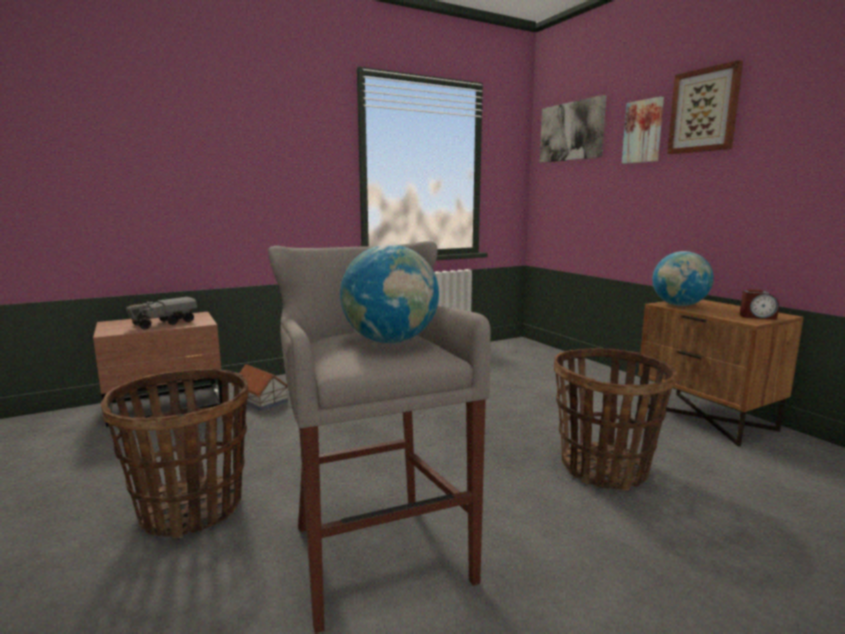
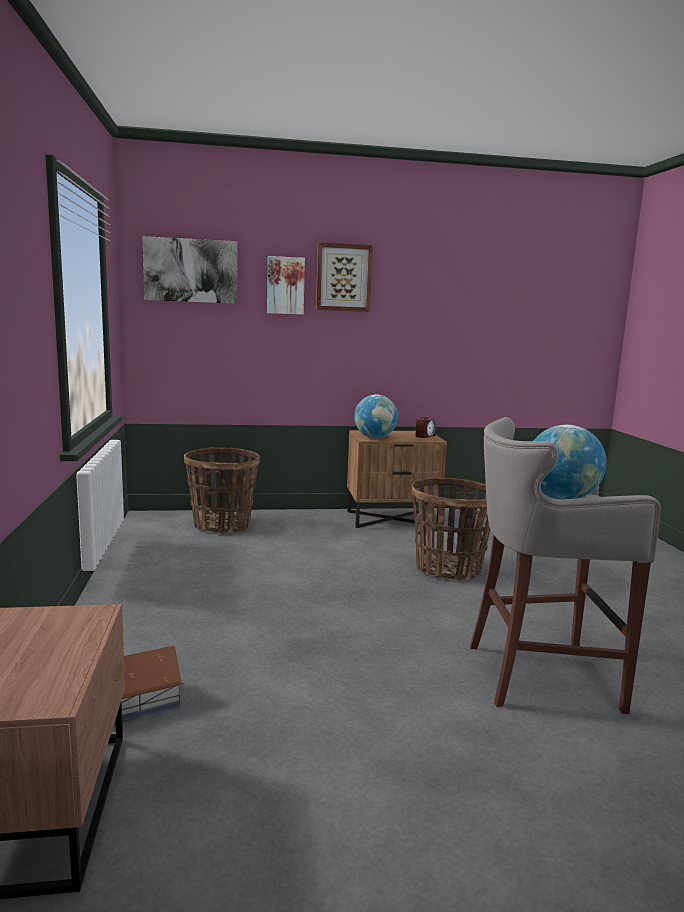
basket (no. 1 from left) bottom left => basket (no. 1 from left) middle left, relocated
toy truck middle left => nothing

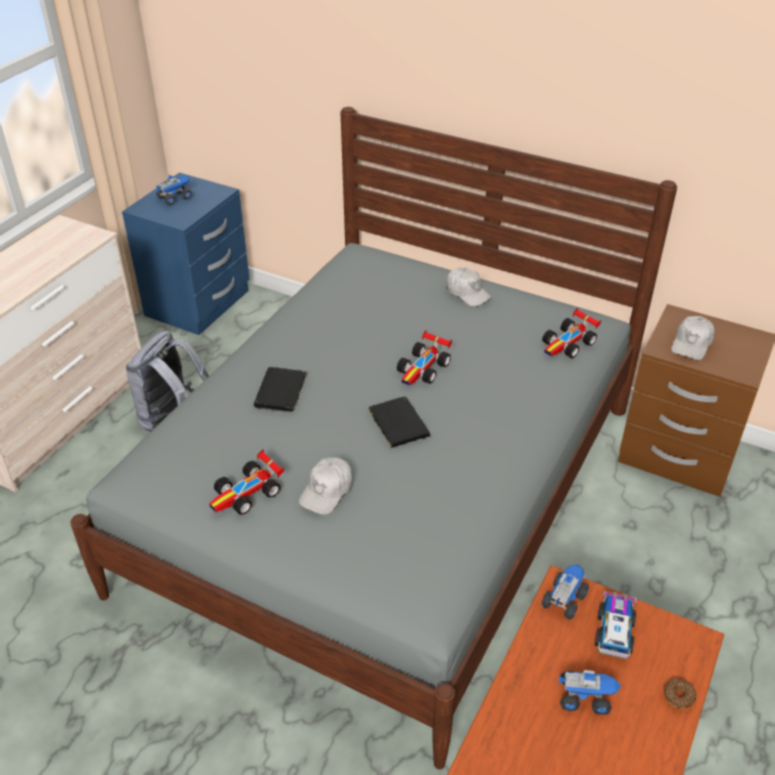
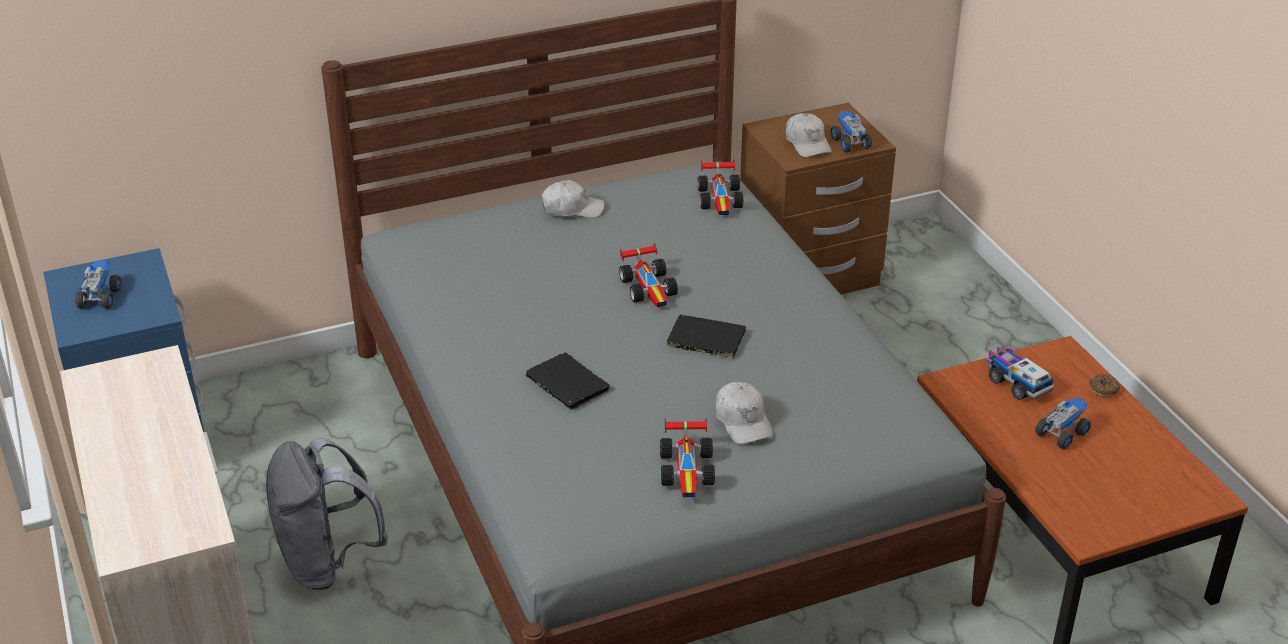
toy truck (no. 2 from left) bottom right => toy truck (no. 2 from left) top centre, relocated

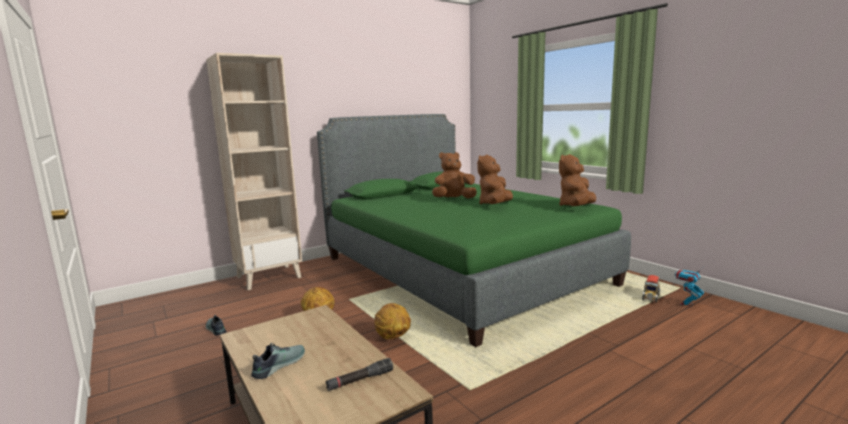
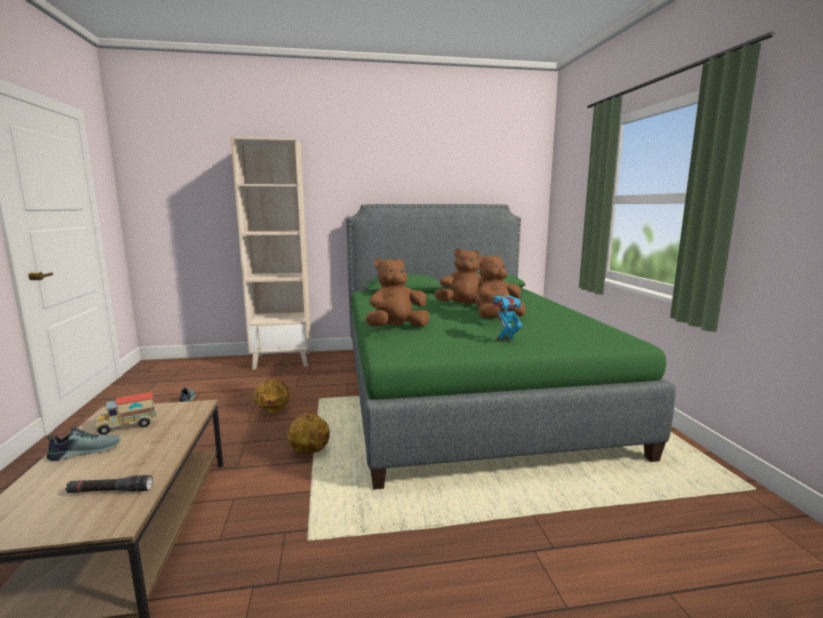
toy truck bottom right => toy truck bottom left, relocated
brown plush toy (no. 3 from left in the first image) middle right => brown plush toy (no. 1 from left) centre, relocated
toy robot bottom right => toy robot centre, relocated

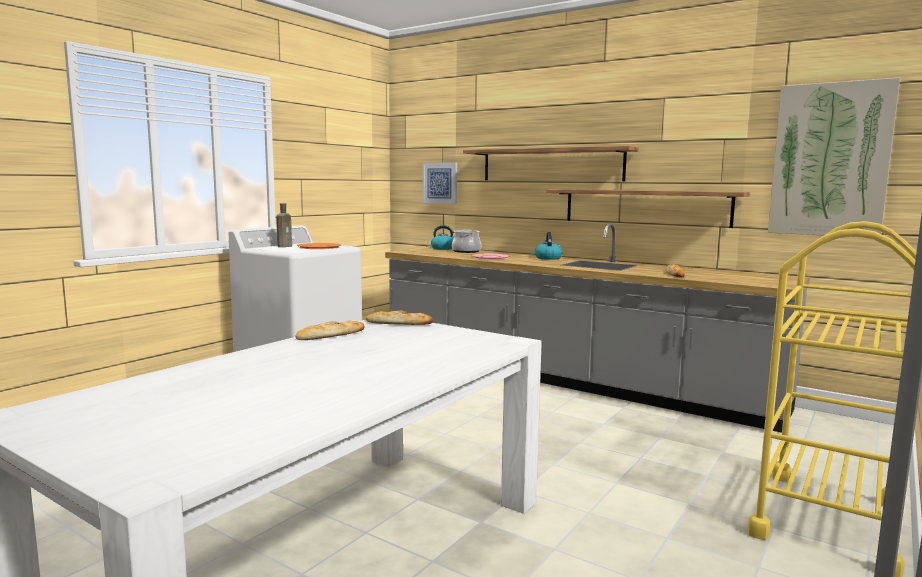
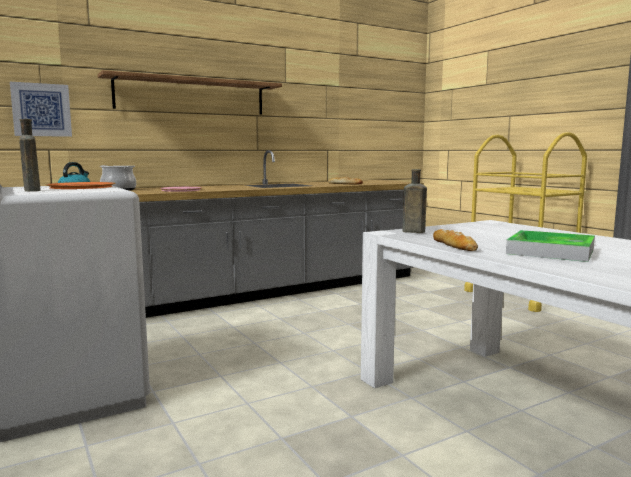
bread (no. 2 from left) centre => brown bottle (no. 2 from left) centre
nothing => tray middle right
kettle (no. 2 from left) centre => nothing
shelf (no. 2 from left) middle right => nothing
picture (no. 2 from left) top right => nothing

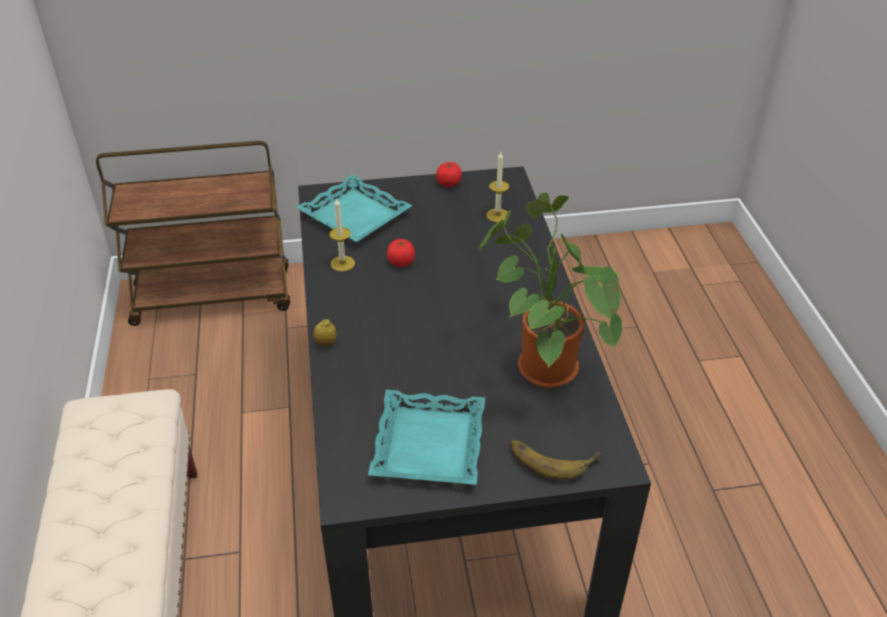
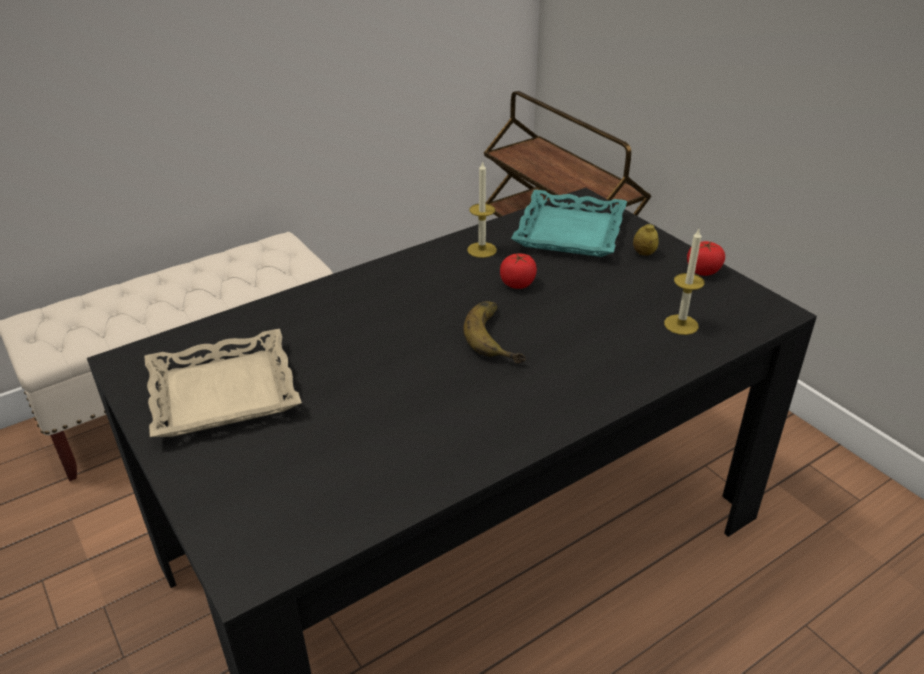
turquoise tray (no. 2 from left) bottom centre => beige tray middle left
banana bottom centre => banana centre, relocated
lemon centre => lemon middle right, relocated
potted plant centre => nothing

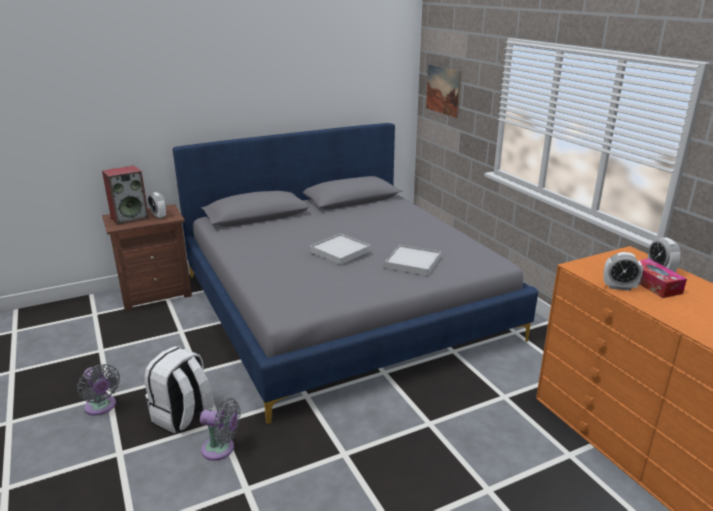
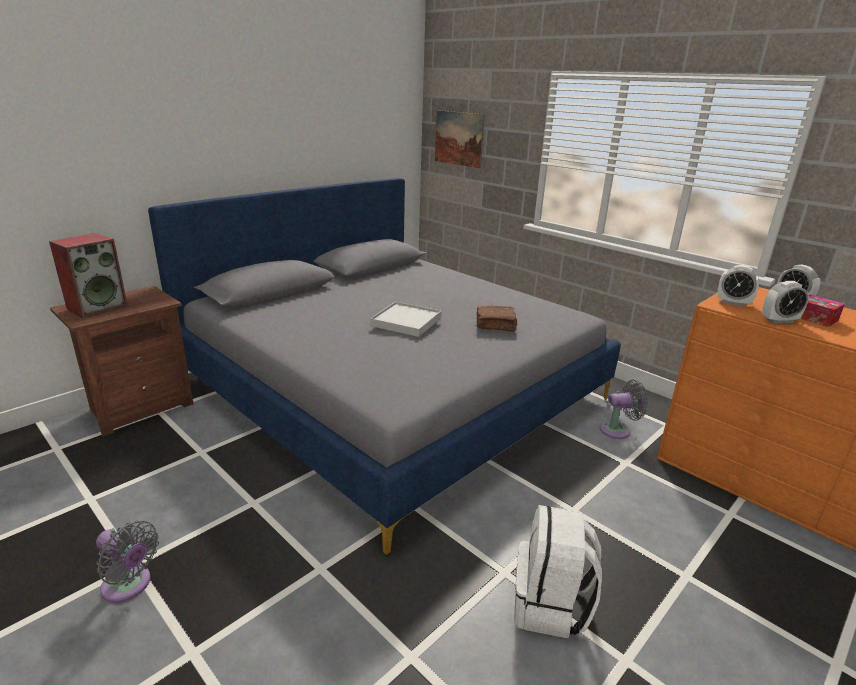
white tray (no. 2 from left) centre => brown book centre
white backpack bottom left => white backpack bottom centre, relocated
grey fan (no. 2 from left) bottom left => grey fan (no. 2 from left) middle right, relocated
alarm clock (no. 1 from left) middle left => alarm clock (no. 1 from left) middle right, relocated

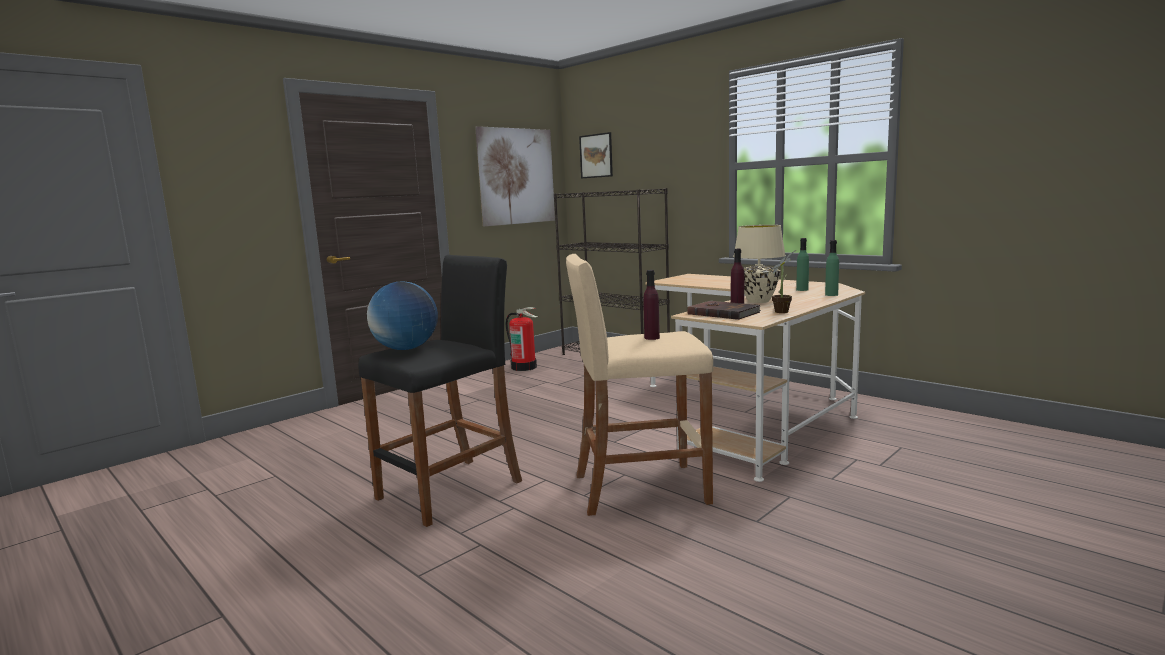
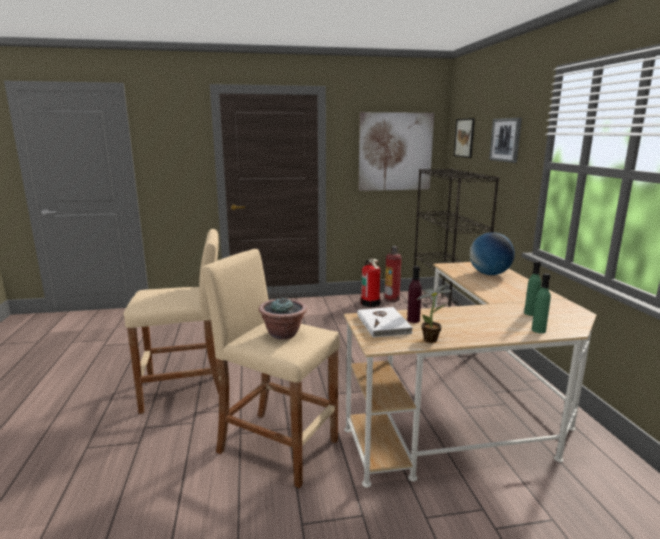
black stool centre => beige stool (no. 1 from left) middle left
purple bottle (no. 1 from left) centre => potted plant (no. 1 from left) centre
brown book centre => white book centre
nothing => fire extinguisher (no. 2 from left) centre
globe centre => globe middle right, relocated
nothing => picture (no. 3 from left) top right
beige table lamp centre => nothing

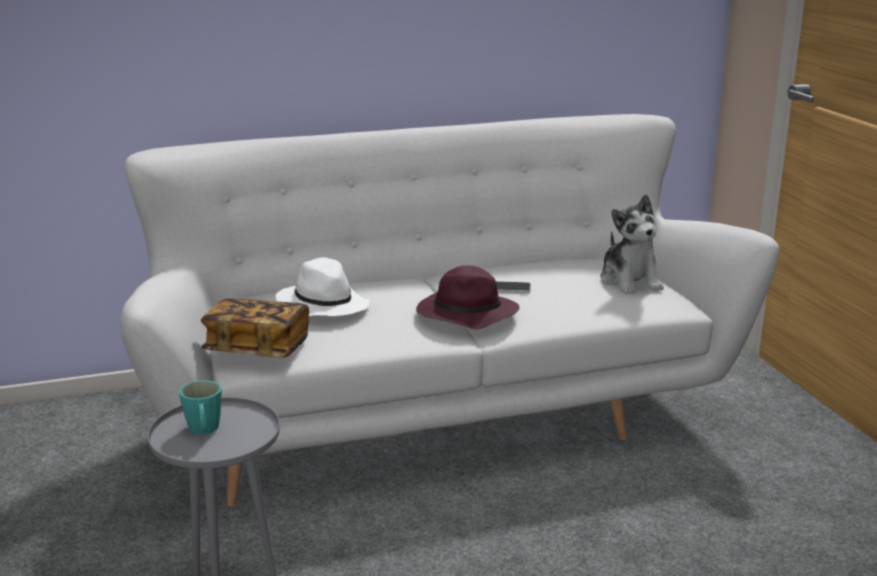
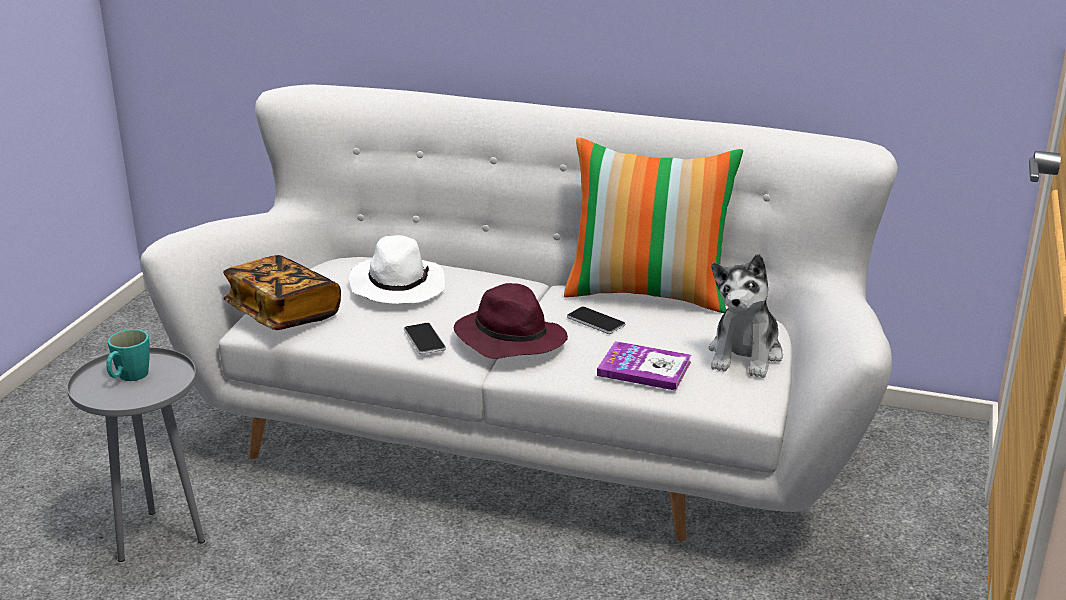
nothing => phone (no. 1 from left) centre
nothing => pillow centre
nothing => book (no. 2 from left) centre

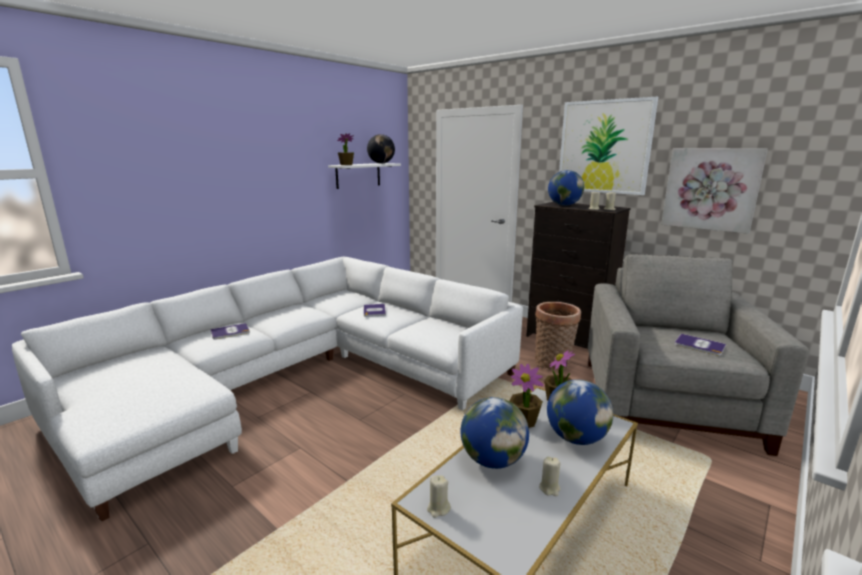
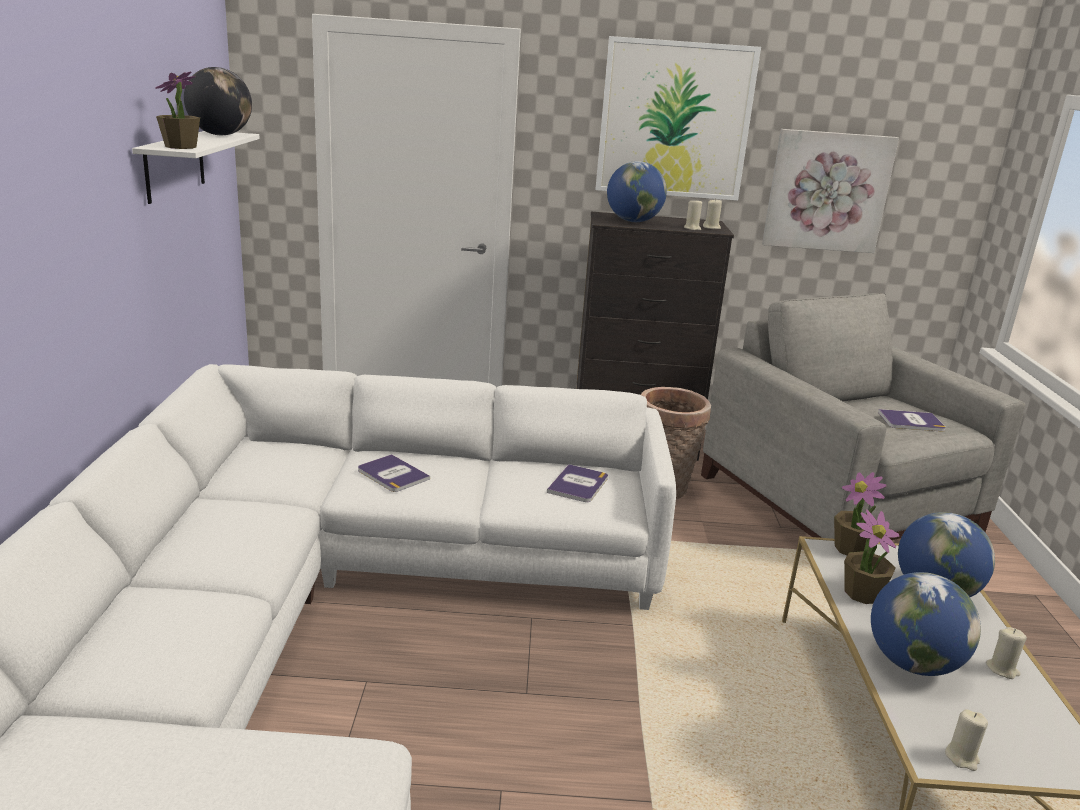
book (no. 1 from left in the first image) middle left => book (no. 2 from left) centre, relocated

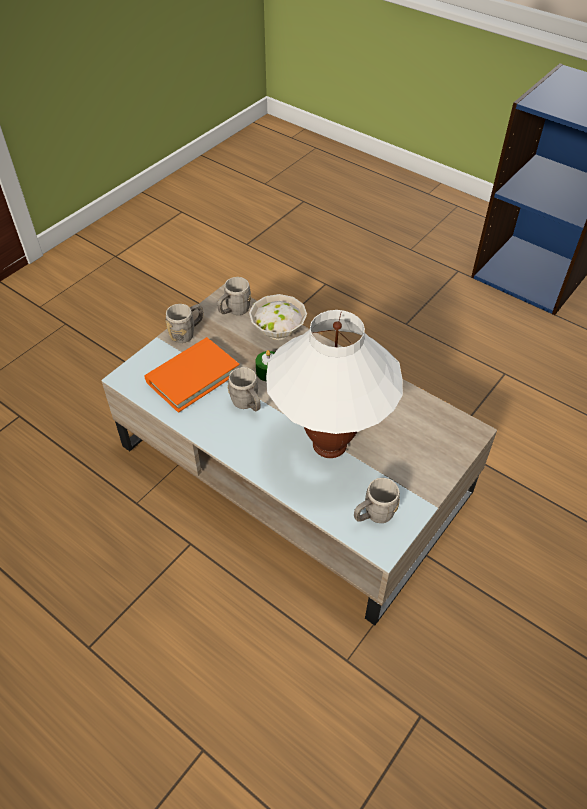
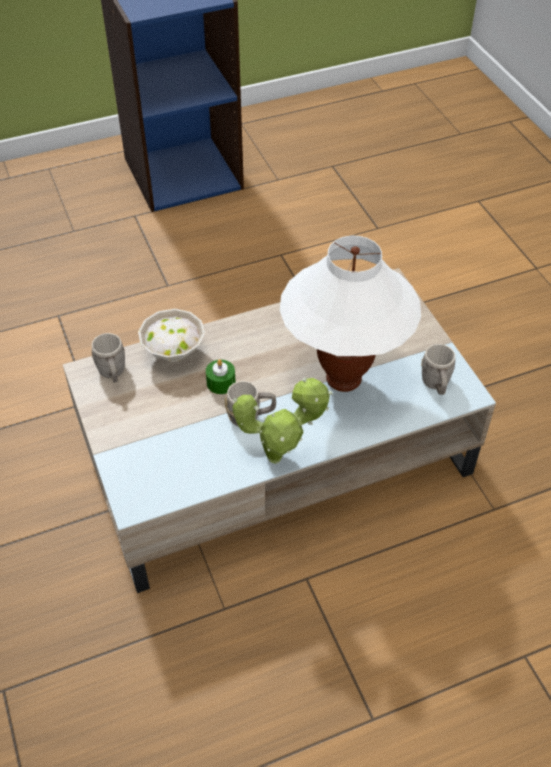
nothing => potted plant centre
orange book middle left => nothing
grey mug (no. 1 from left) middle left => nothing

